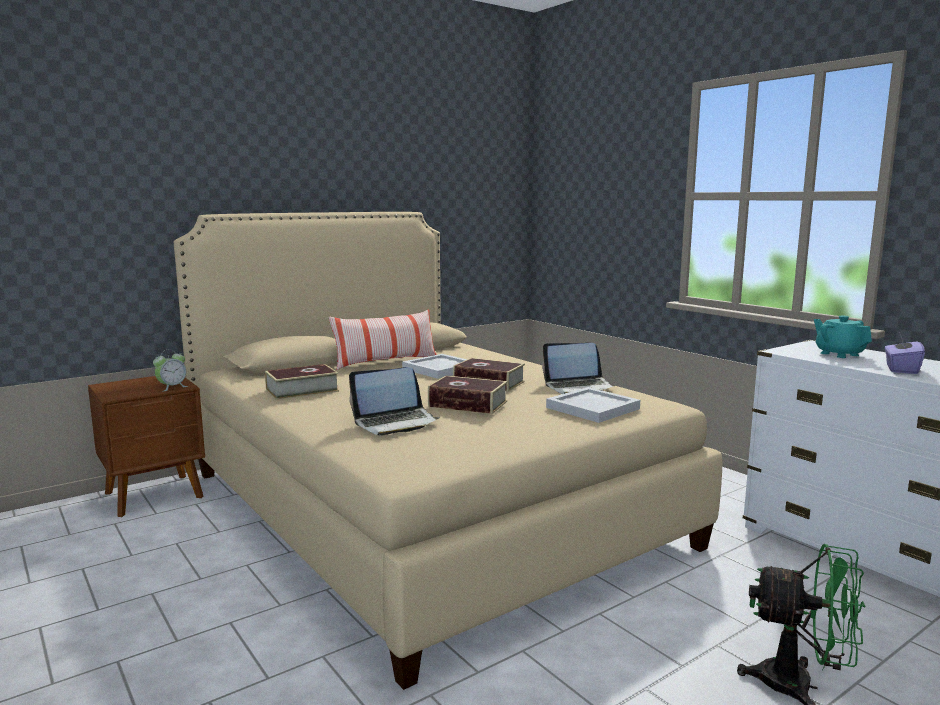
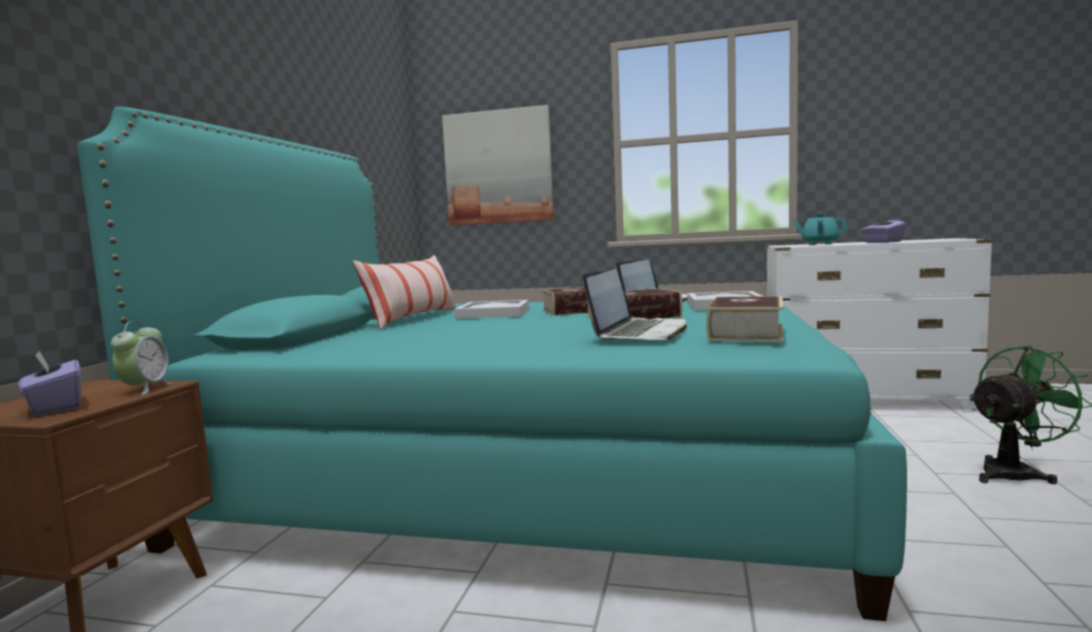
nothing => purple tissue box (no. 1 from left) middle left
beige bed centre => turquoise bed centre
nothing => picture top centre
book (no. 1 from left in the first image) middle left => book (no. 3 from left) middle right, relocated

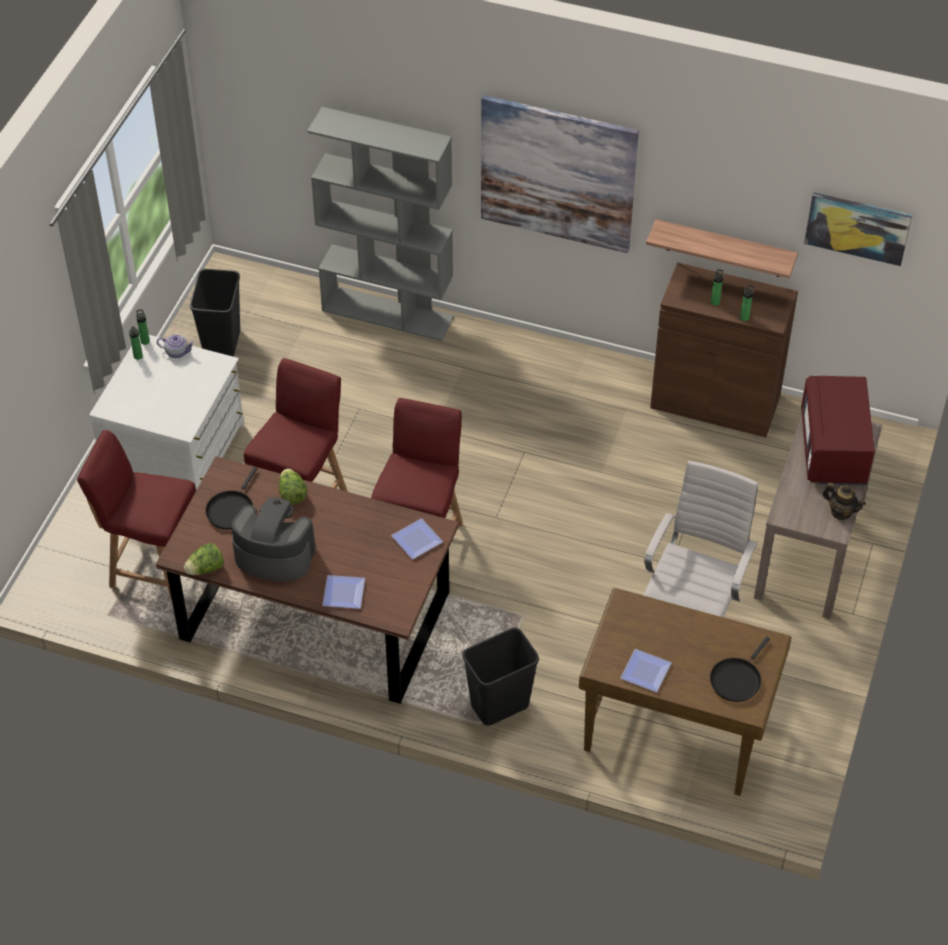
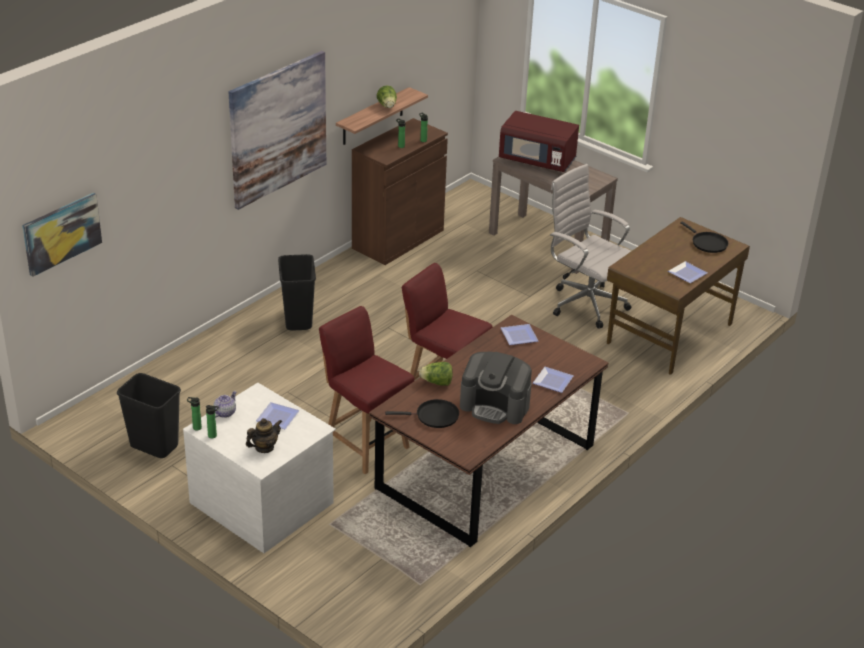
picture (no. 2 from left in the first image) top right => picture (no. 1 from left) middle left, relocated
teapot (no. 2 from left) middle right => teapot (no. 2 from left) bottom left, relocated
nothing => plate (no. 1 from left) middle left
black trash can (no. 2 from left) bottom centre => black trash can (no. 2 from left) centre, relocated
lettuce (no. 1 from left) middle left => lettuce (no. 1 from left) top centre, relocated
black frying pan (no. 1 from left) middle left => black frying pan (no. 1 from left) centre, 45 degrees counterclockwise
coffee machine middle left => coffee machine centre, 105 degrees counterclockwise
red chair (no. 1 from left) middle left => nothing
grey bookcase top centre => nothing

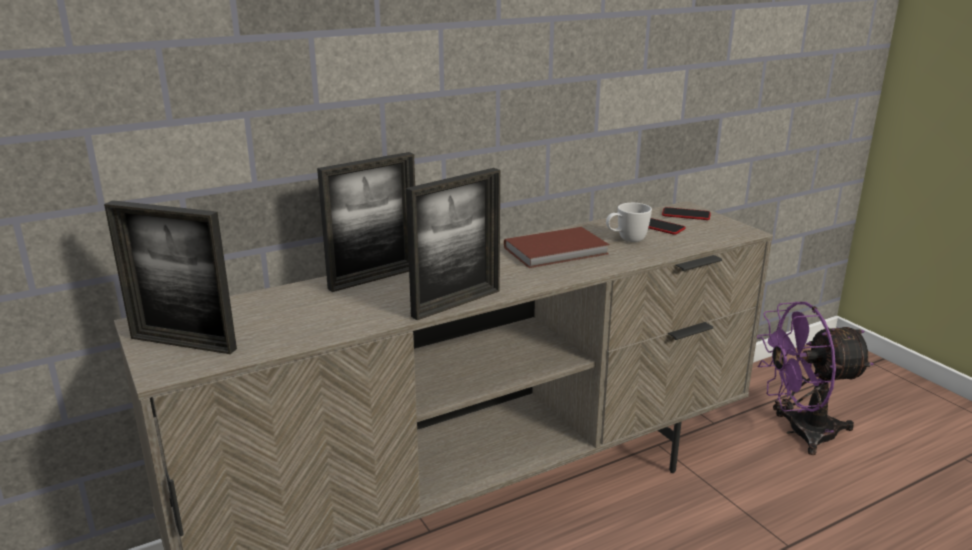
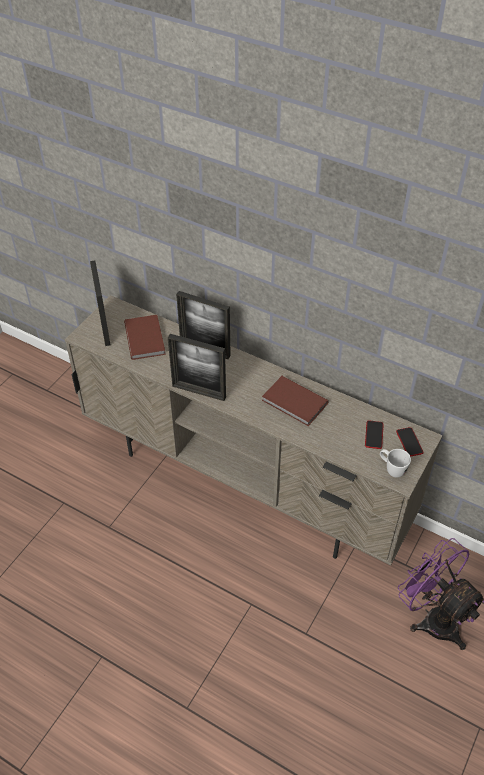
nothing => brown book (no. 1 from left) middle left
white mug centre => white mug middle right, relocated

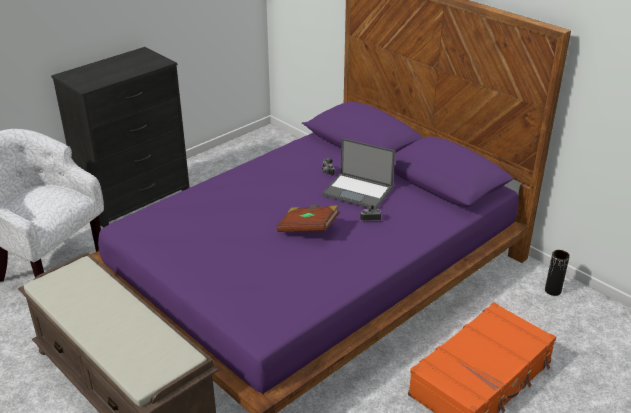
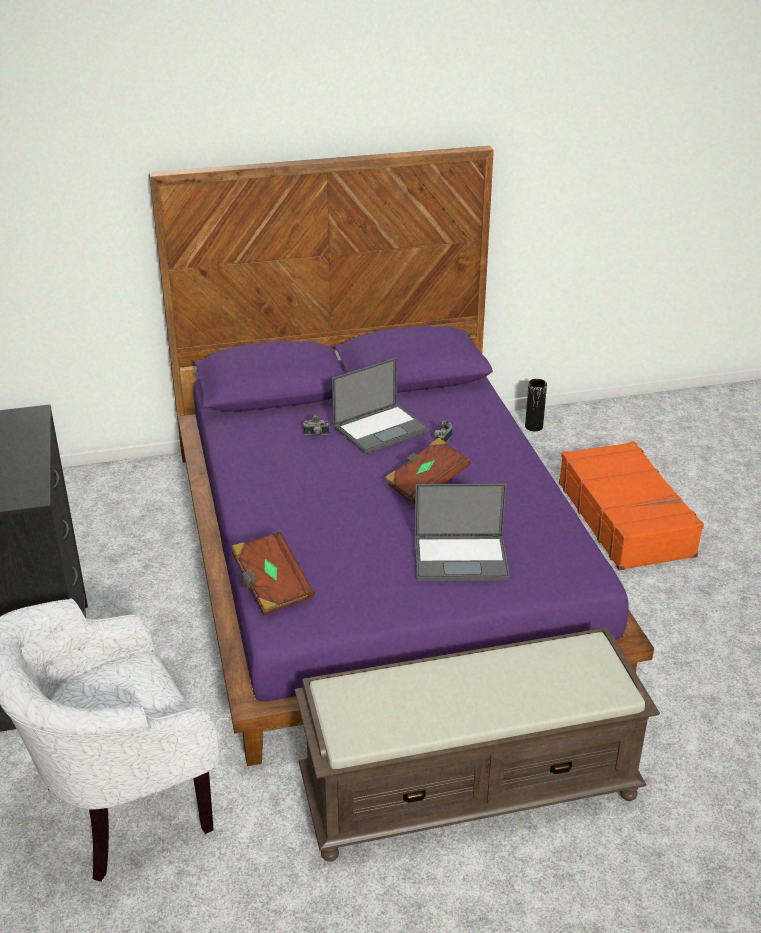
nothing => brown book (no. 1 from left) centre
nothing => laptop (no. 2 from left) centre

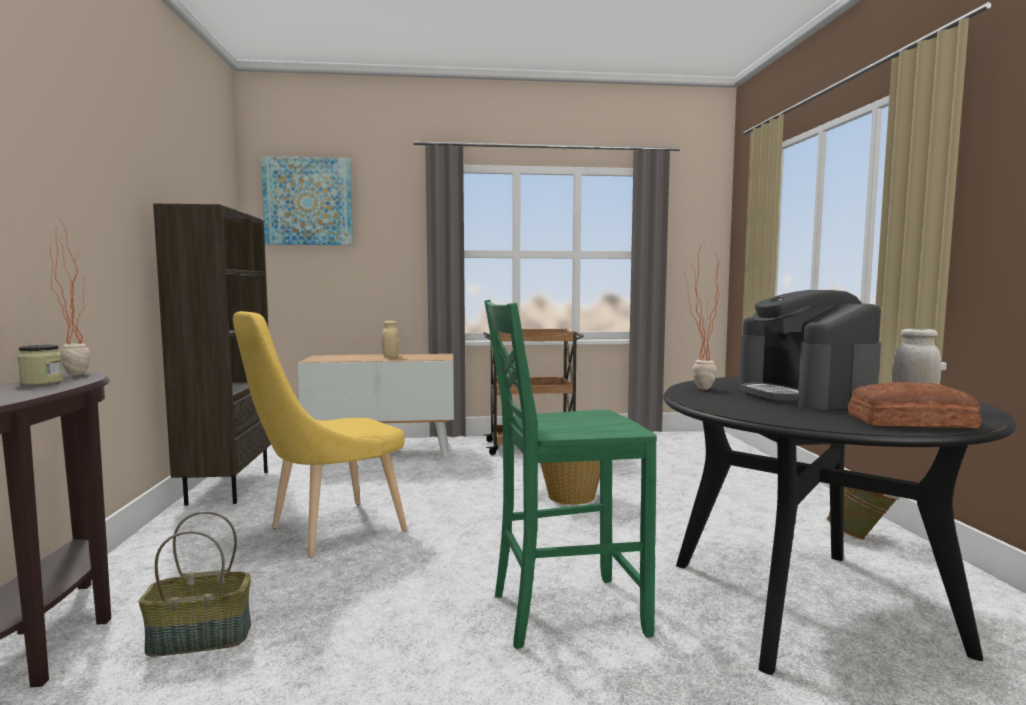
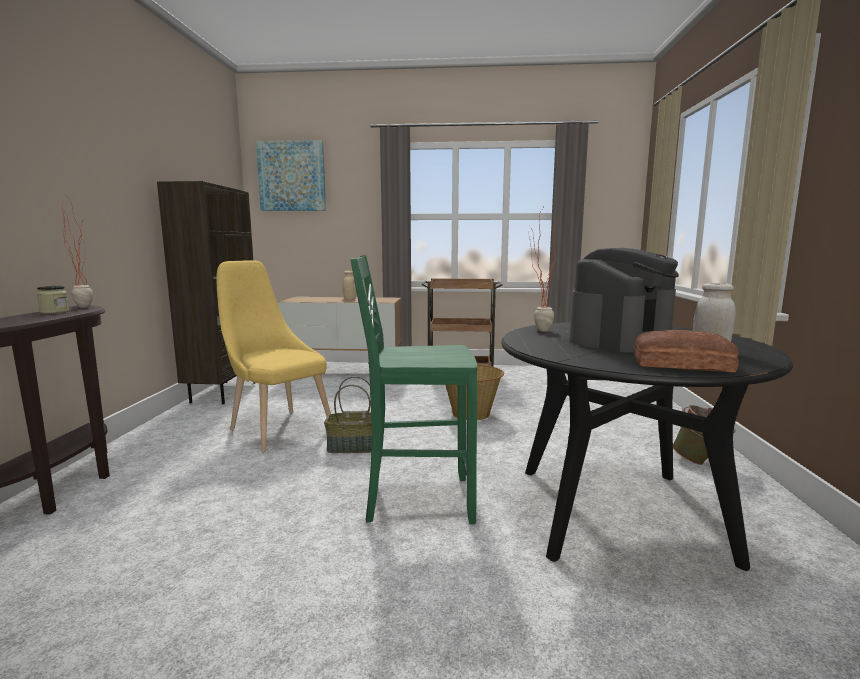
yellow chair middle left, 75 degrees clockwise
basket (no. 1 from left) bottom left => basket (no. 1 from left) centre, relocated
coffee machine middle right, 135 degrees counterclockwise

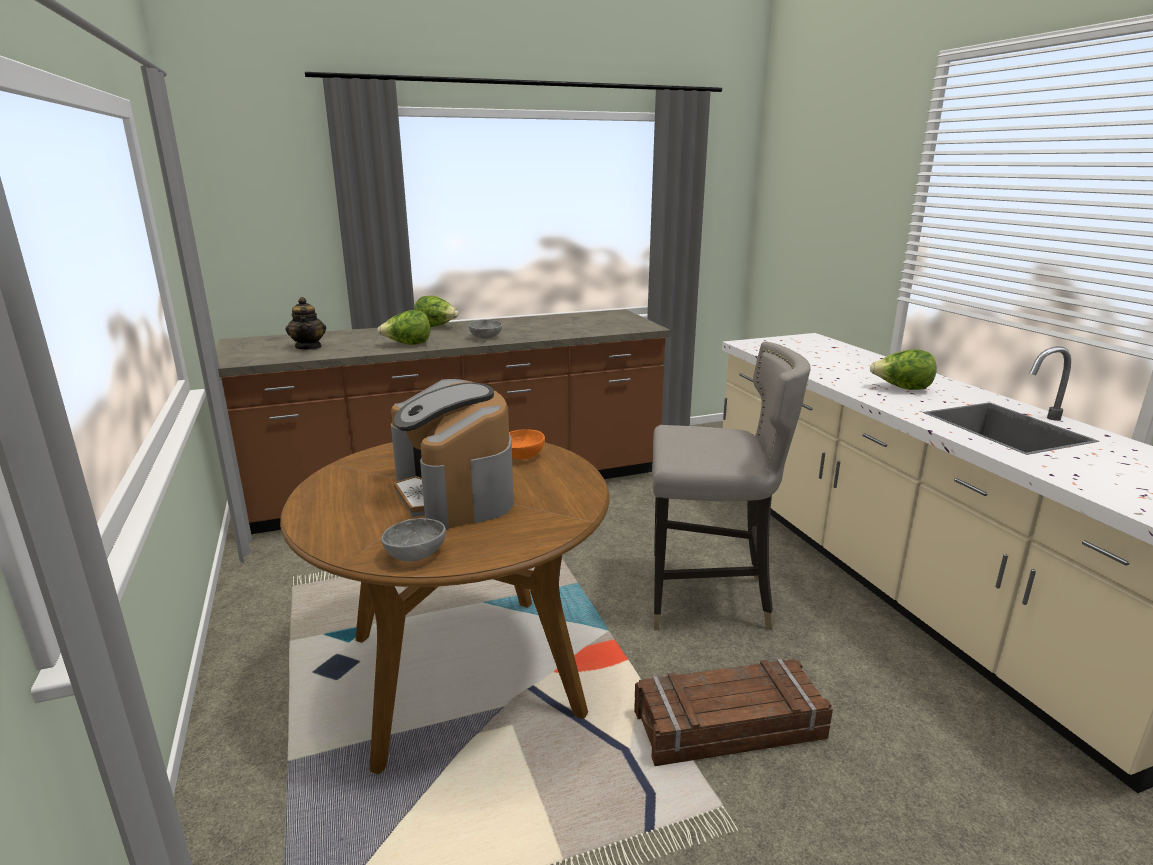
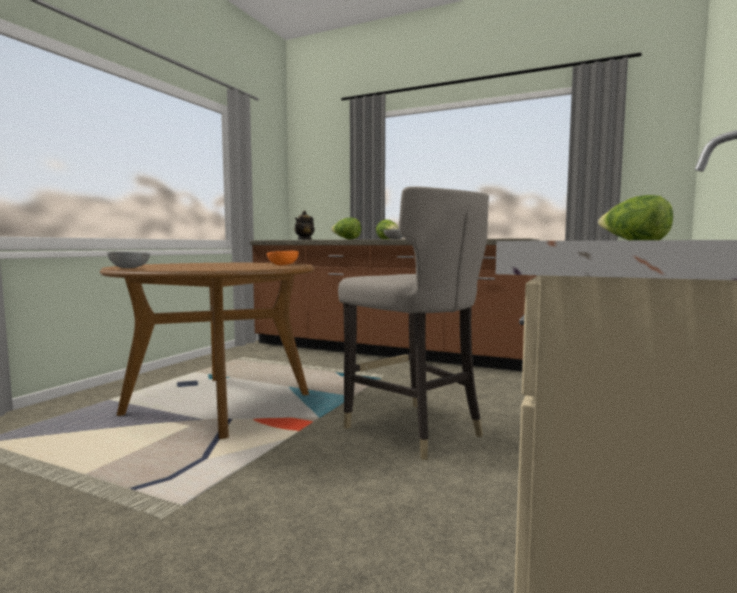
coffee machine centre => nothing
crate bottom centre => nothing

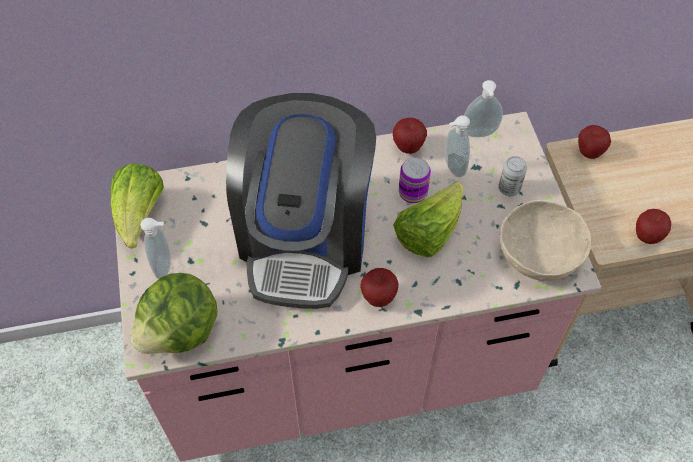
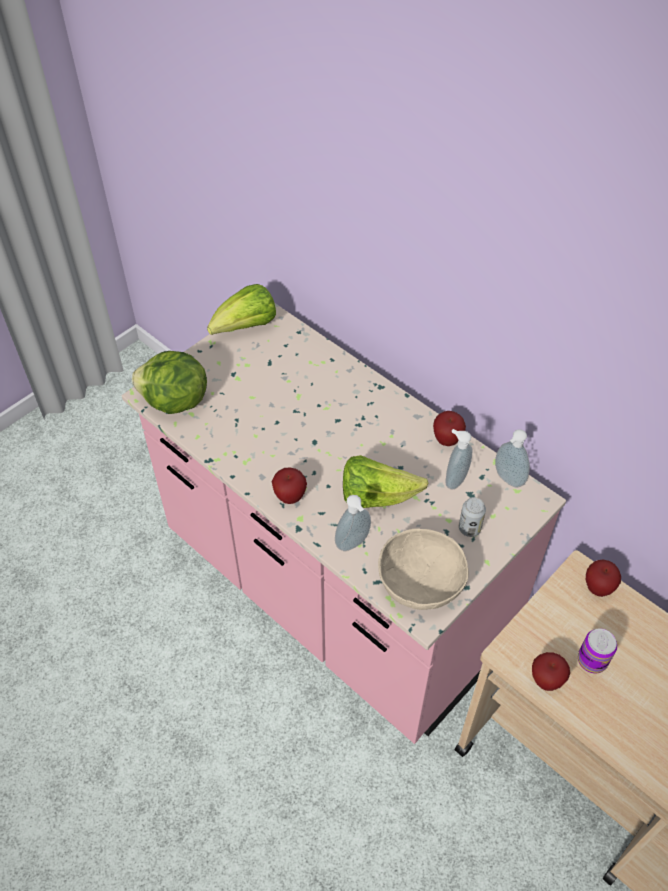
soap dispenser (no. 1 from left) middle left => soap dispenser (no. 1 from left) centre, relocated
can (no. 1 from left in the first image) centre => can (no. 2 from left) bottom right, relocated
coffee machine centre => nothing

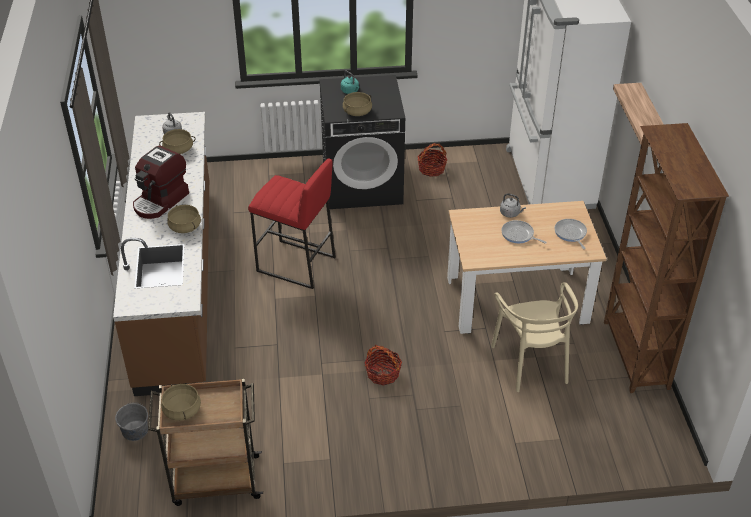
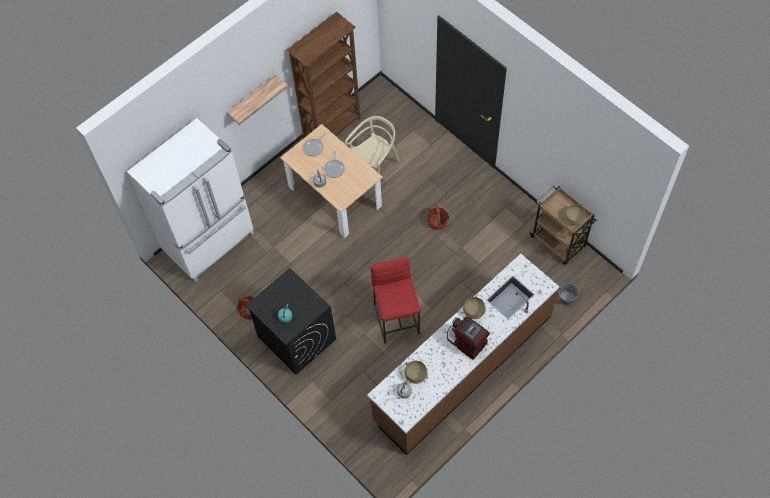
coffee machine middle left => coffee machine bottom centre, 135 degrees counterclockwise
beige cooking pot (no. 4 from left) top centre => nothing

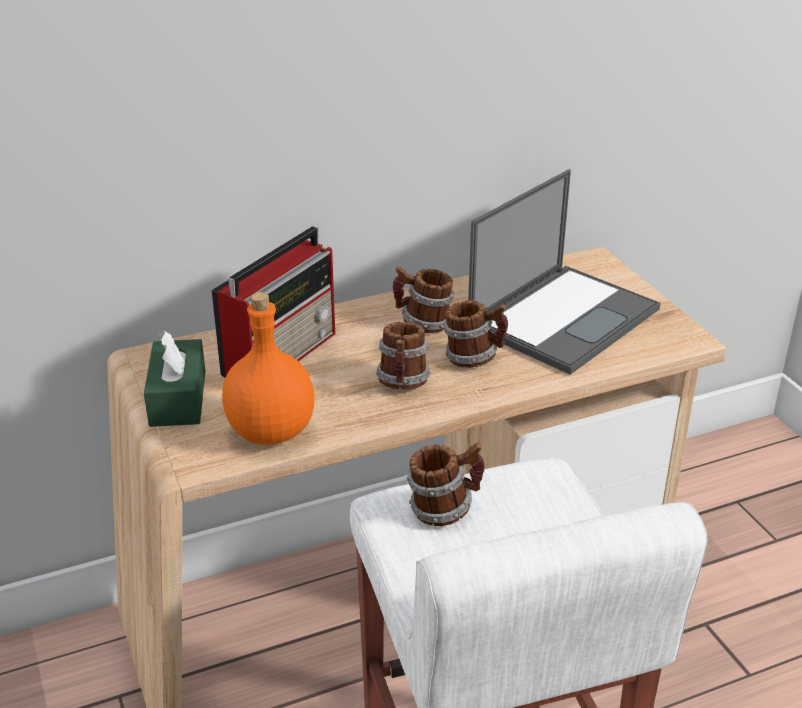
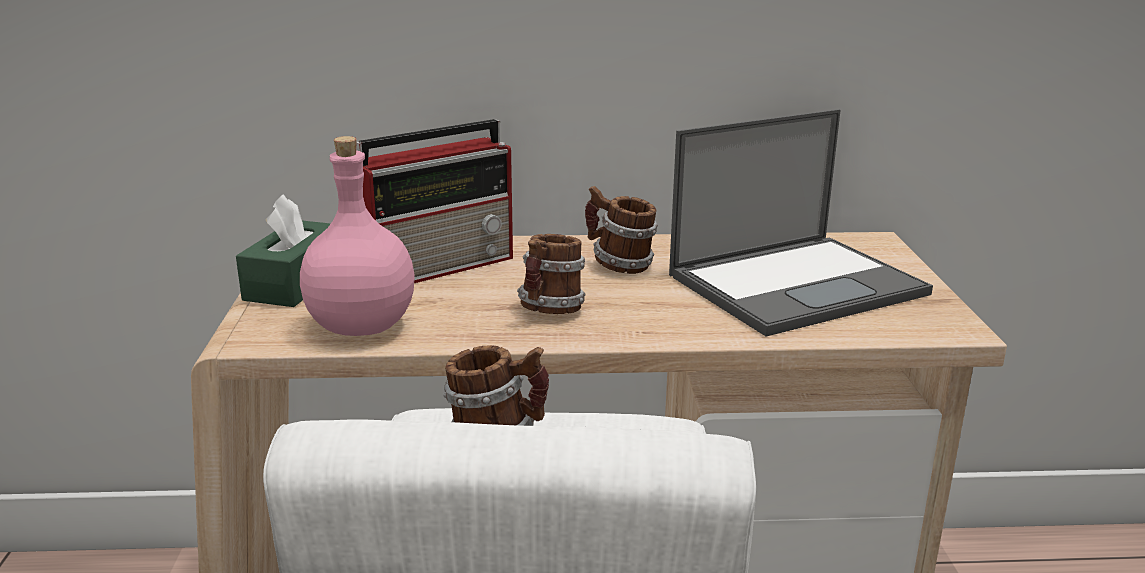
orange bottle centre => pink bottle middle left
mug (no. 4 from left) centre => nothing

